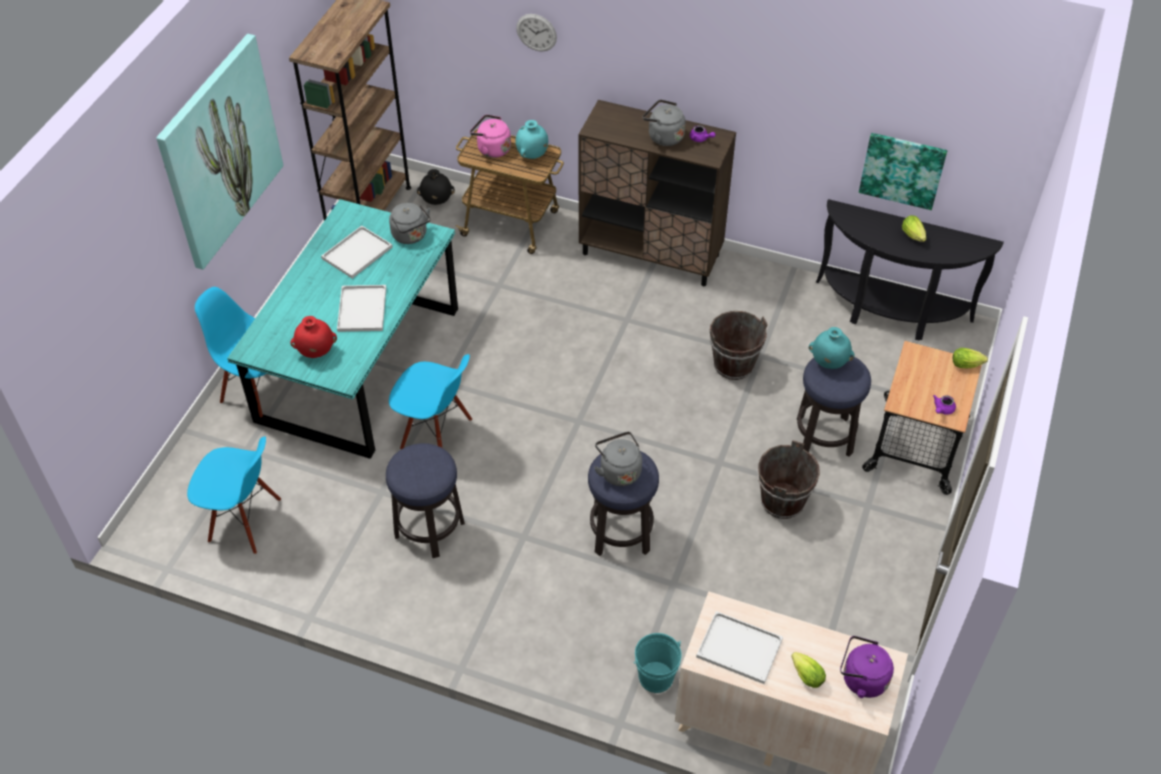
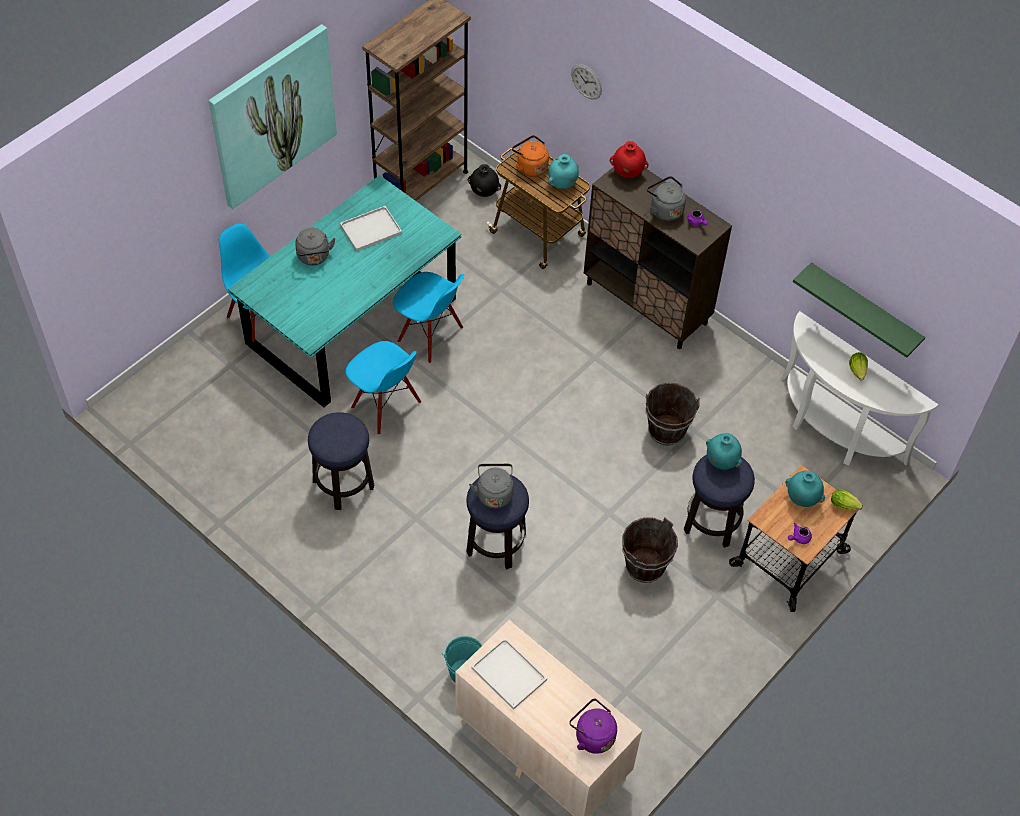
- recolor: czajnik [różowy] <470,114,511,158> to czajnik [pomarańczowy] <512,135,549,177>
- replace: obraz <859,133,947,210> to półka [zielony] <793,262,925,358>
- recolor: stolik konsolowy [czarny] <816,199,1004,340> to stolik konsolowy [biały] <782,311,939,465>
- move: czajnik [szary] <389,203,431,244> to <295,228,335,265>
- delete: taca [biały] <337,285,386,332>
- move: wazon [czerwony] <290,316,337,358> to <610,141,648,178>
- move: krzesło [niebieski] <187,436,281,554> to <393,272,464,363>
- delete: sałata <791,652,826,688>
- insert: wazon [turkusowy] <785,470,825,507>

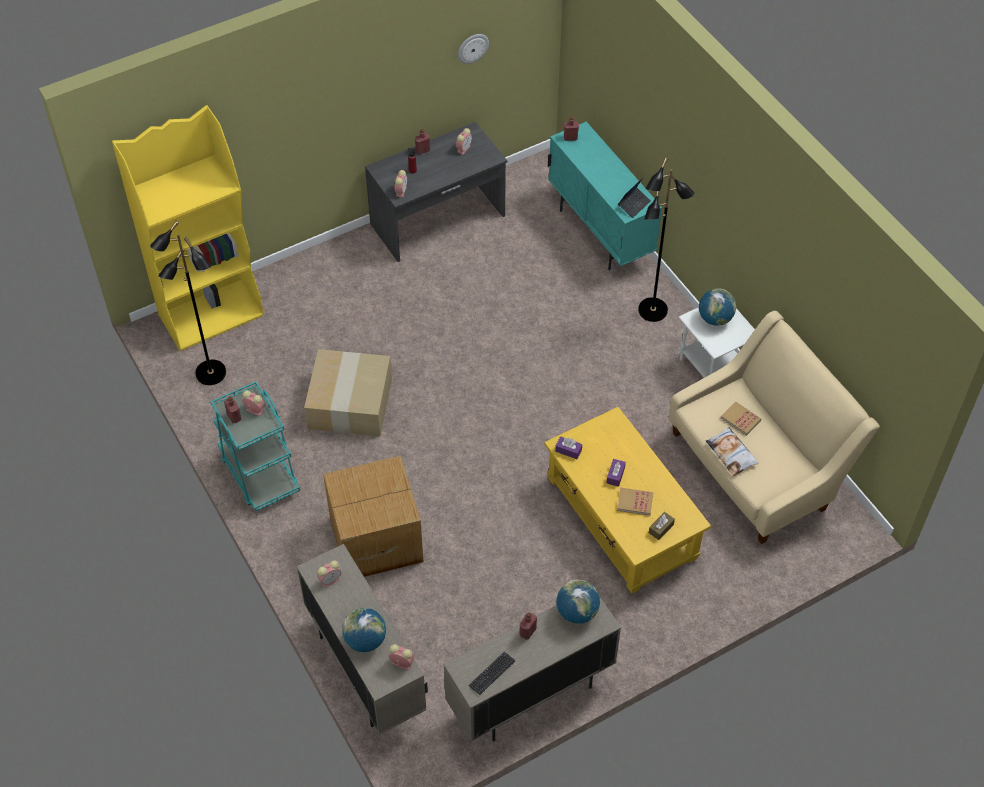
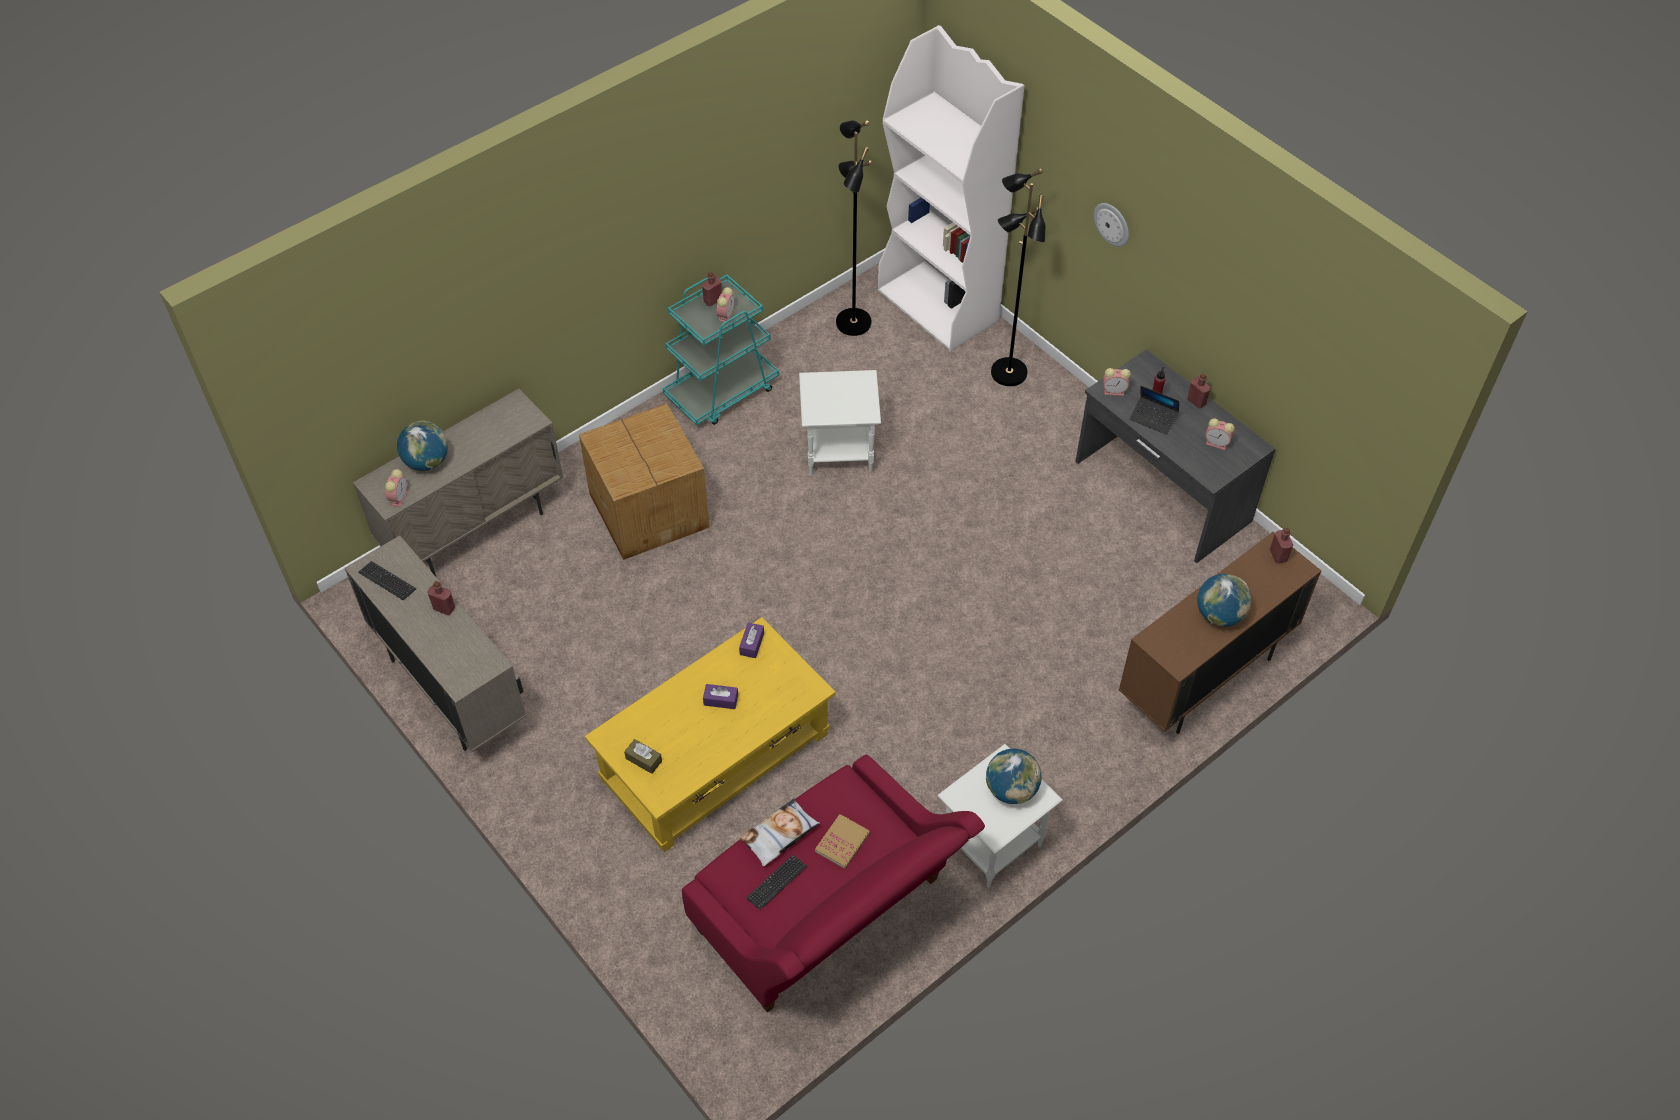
- move: zegar ścienny <458,34,489,64> to <1094,203,1129,247>
- recolor: regał [żółty] <112,105,264,351> to regał [biały] <878,25,1025,351>
- recolor: szafka [turkusowy] <548,122,662,270> to szafka [brązowy] <1119,532,1322,734>
- move: lampa stojąca [czarny] <638,157,695,322> to <991,169,1046,386>
- move: laptop <618,177,651,218> to <1130,386,1179,435>
- recolor: kanapa [beżowy] <669,311,880,544> to kanapa [czerwony] <682,755,985,1013>
- replace: karton <304,349,392,436> to stolik [biały] <799,370,881,475>
- delete: książka <617,488,654,516>
- delete: budzik <317,560,341,588>
- move: globus <557,579,600,624> to <1197,574,1252,627>
- insert: klawiatura <746,855,807,910>

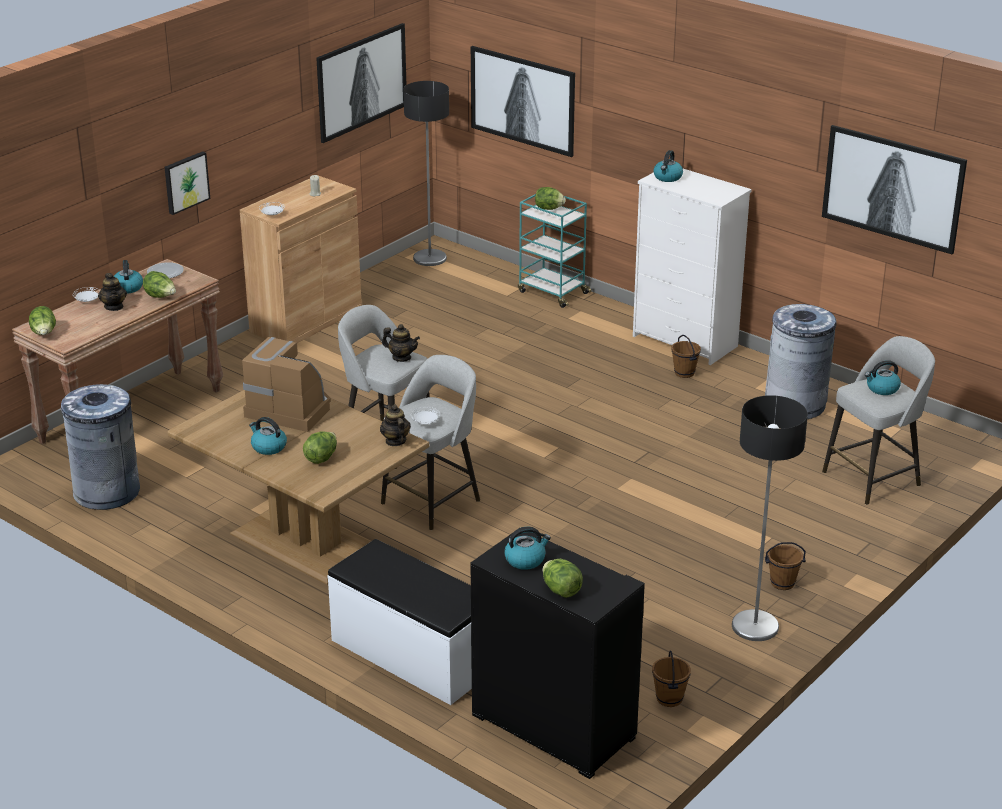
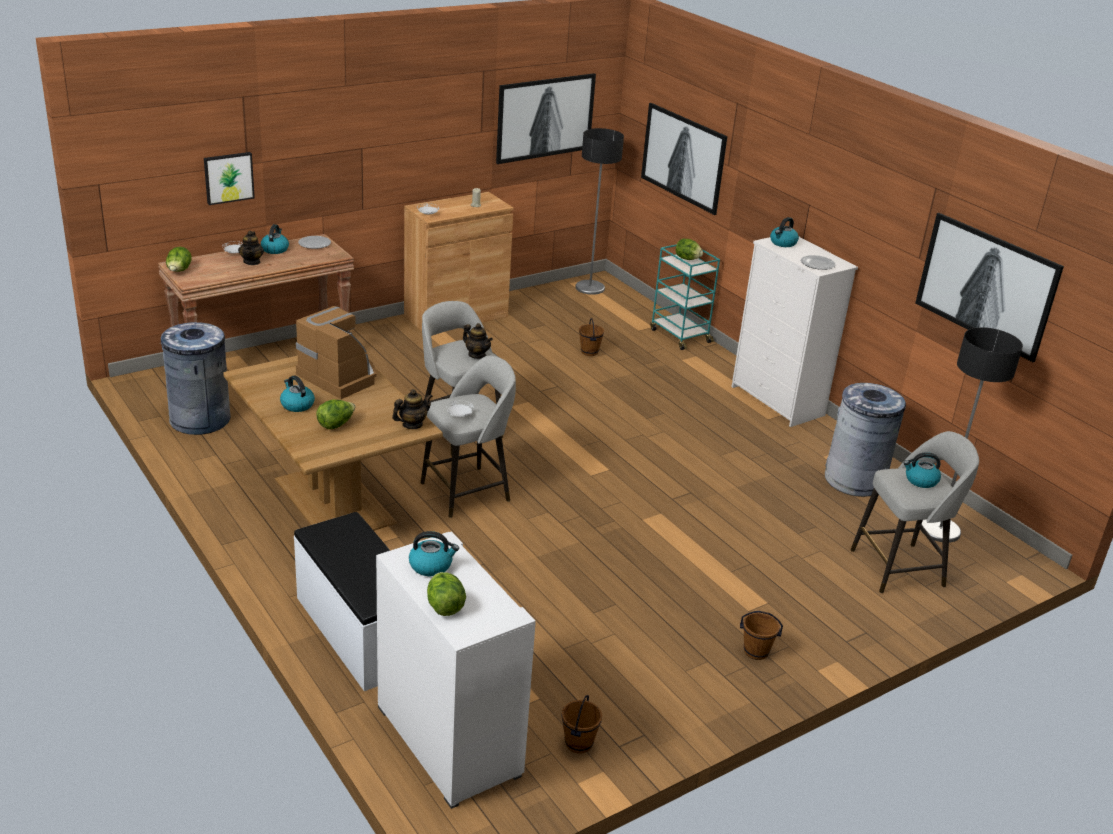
- move: obraz <164,151,210,215> to <204,152,255,205>
- delete: sałata <143,271,176,298>
- move: wiadro [brązowy] <671,335,701,378> to <579,318,604,356>
- move: lampa stojąca <732,395,808,641> to <920,327,1023,542>
- rotate: imbryk <380,404,411,446> = <392,389,433,429> 60 degrees clockwise
- recolor: szafka [czarny] <470,527,645,779> to szafka [biały] <376,531,536,809>
- insert: talerz <801,255,836,270>

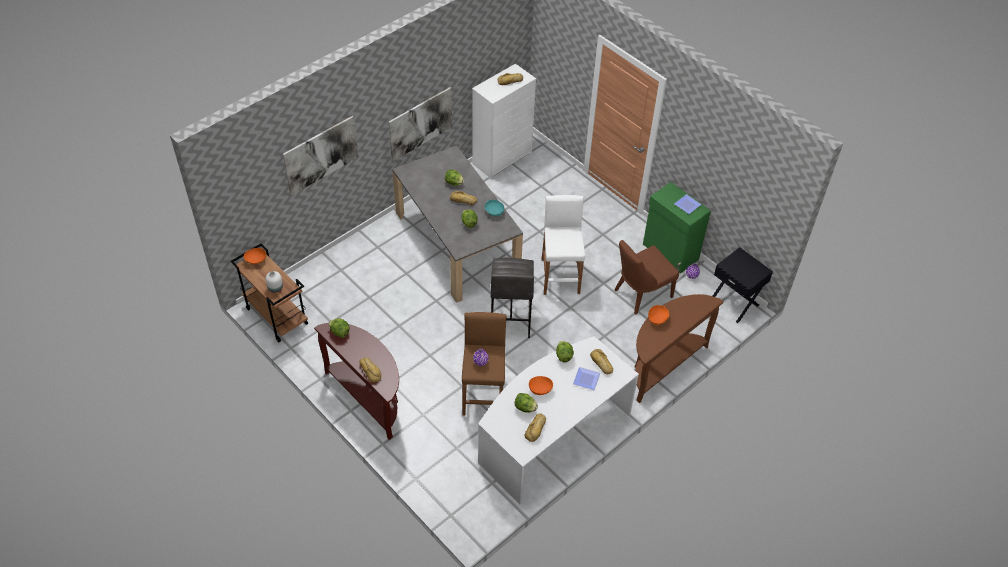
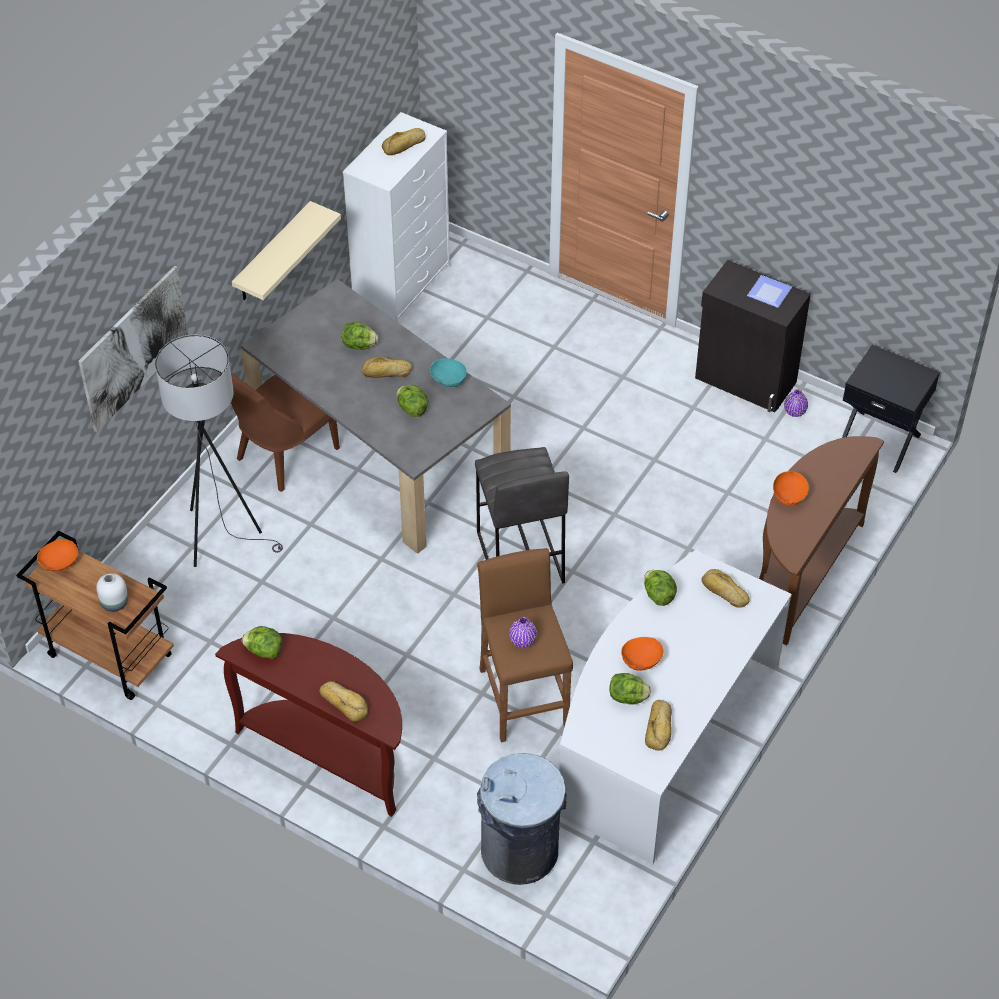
- replace: obraz <389,87,452,161> to półka [beżowy] <232,201,341,300>
- recolor: szafka [zielony] <643,182,711,273> to szafka [czarny] <695,260,811,413>
- delete: stołek [biały] <542,195,585,295>
- move: krzesło [brązowy] <614,240,679,315> to <219,373,340,492>
- delete: talerz <573,367,600,390>
- insert: lampa stojąca [szary] <155,335,283,567>
- insert: kosz na śmieci [szary] <477,753,567,885>

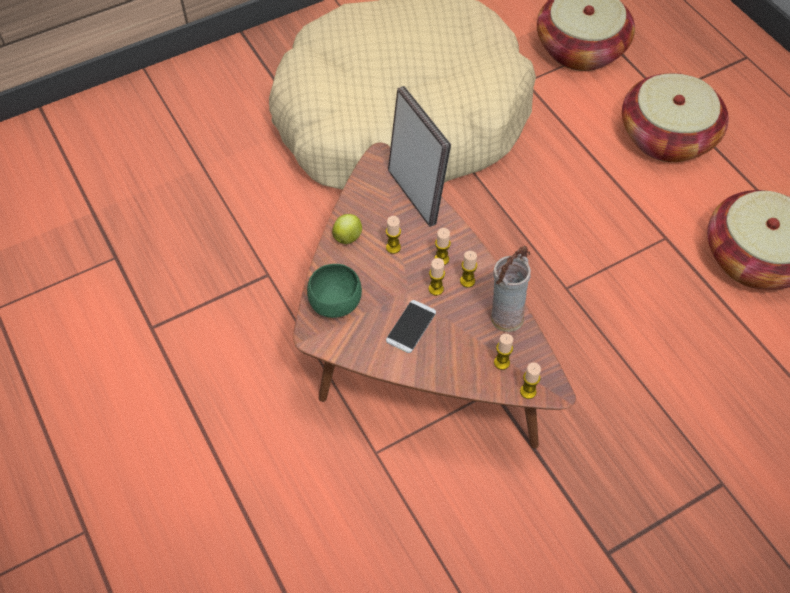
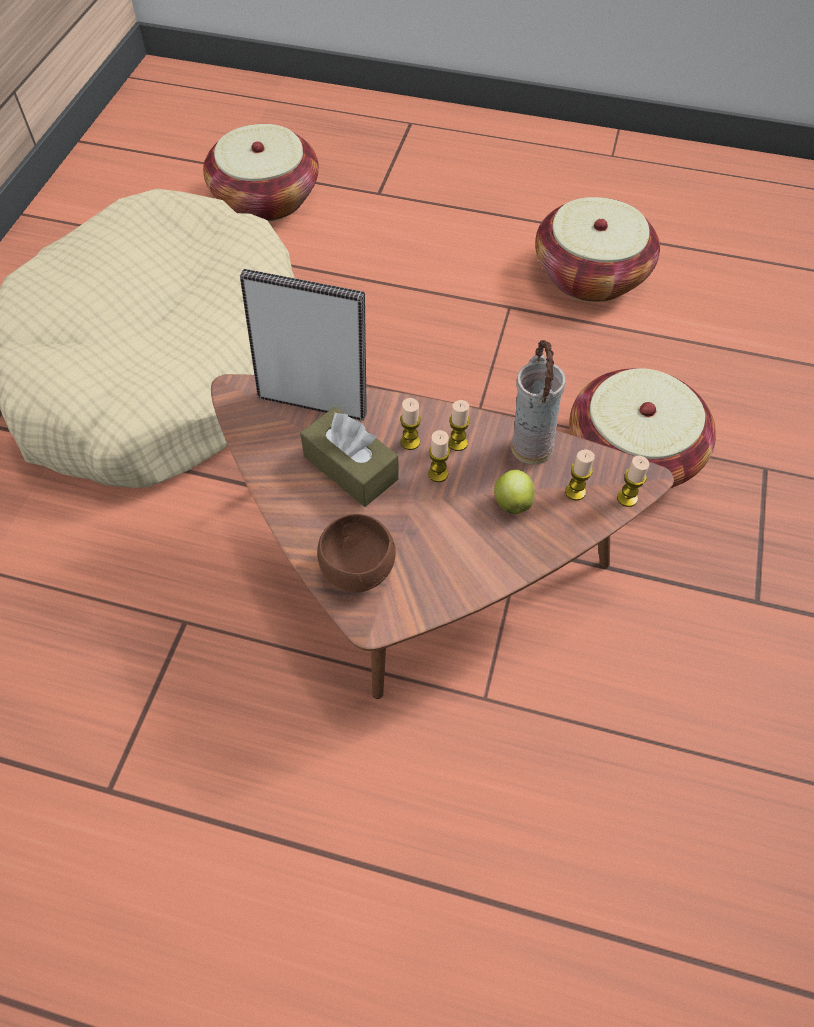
- move: koszyk <622,73,729,162> to <569,368,716,488>
- move: jabłko <332,214,362,244> to <494,470,535,514>
- replace: świeca <386,216,401,254> to pudełko chusteczek [brązowy] <300,406,399,507>
- recolor: miska [zielony] <307,264,362,318> to miska [brązowy] <317,514,396,593>
- delete: telefon <386,300,436,353>

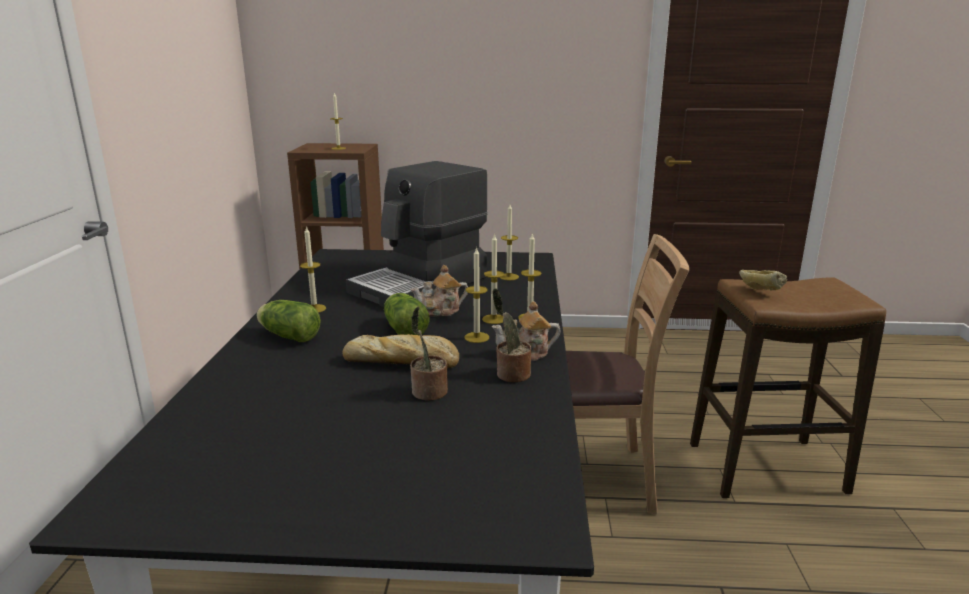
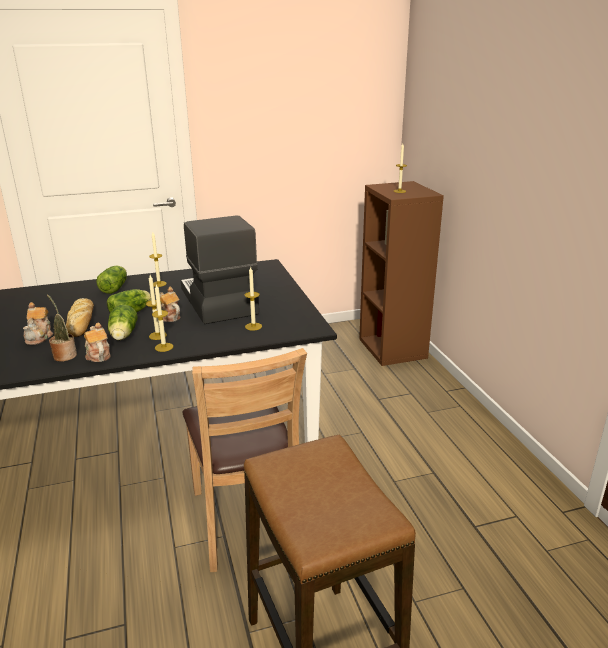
- rotate: ekspres do kawy <346,161,488,307> = <181,215,259,324> 45 degrees clockwise
- replace: świeca <464,247,489,343> to sałata <108,305,138,340>
- delete: chleb <739,270,787,290>
- replace: roślina doniczkowa <410,306,448,401> to imbryk <23,302,53,345>

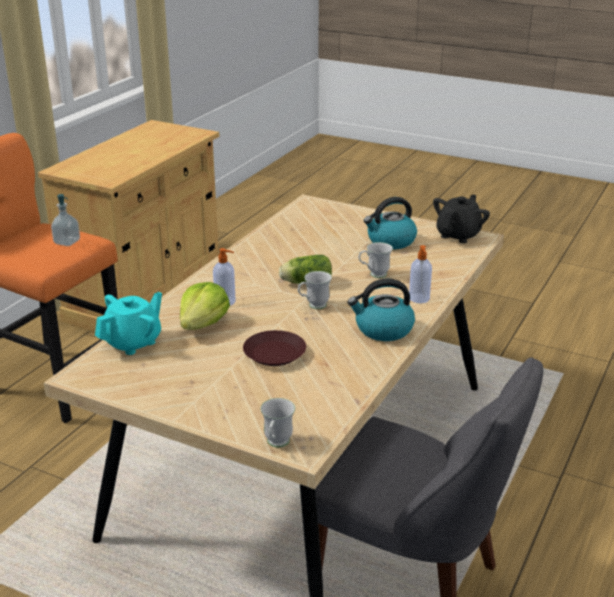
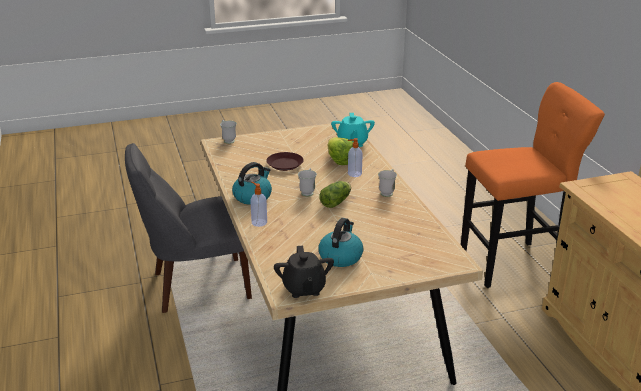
- delete: dozownik mydła <51,194,80,246>
- move: kubek [biały] <358,242,393,278> to <378,169,397,197>

